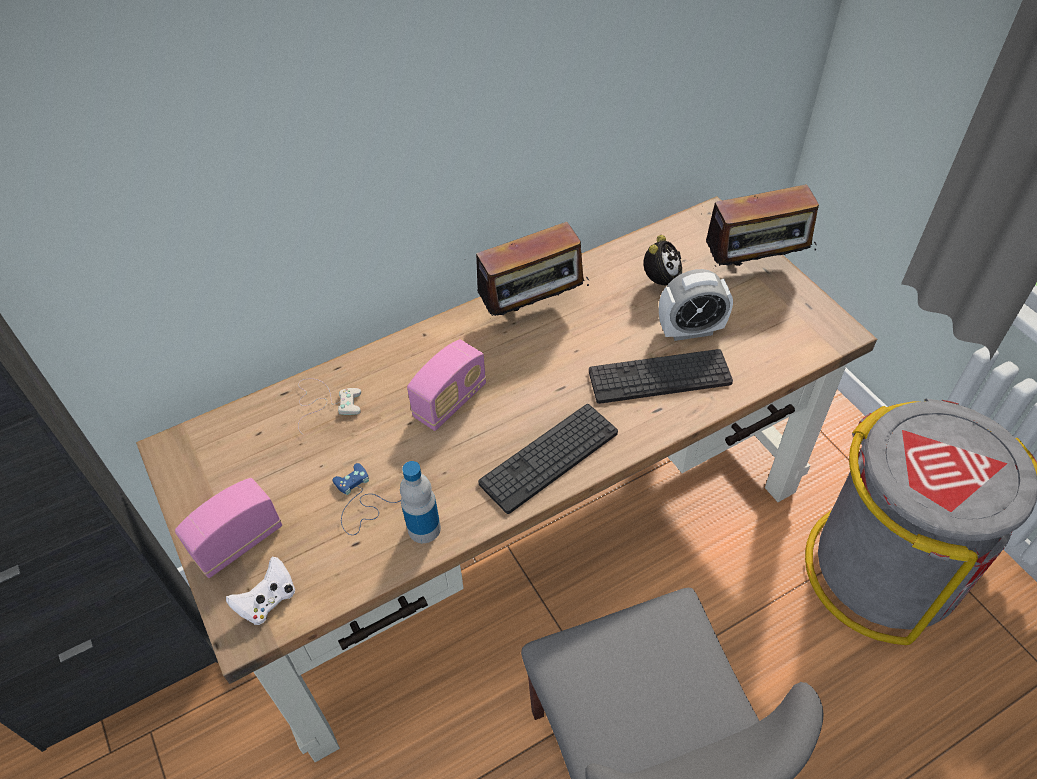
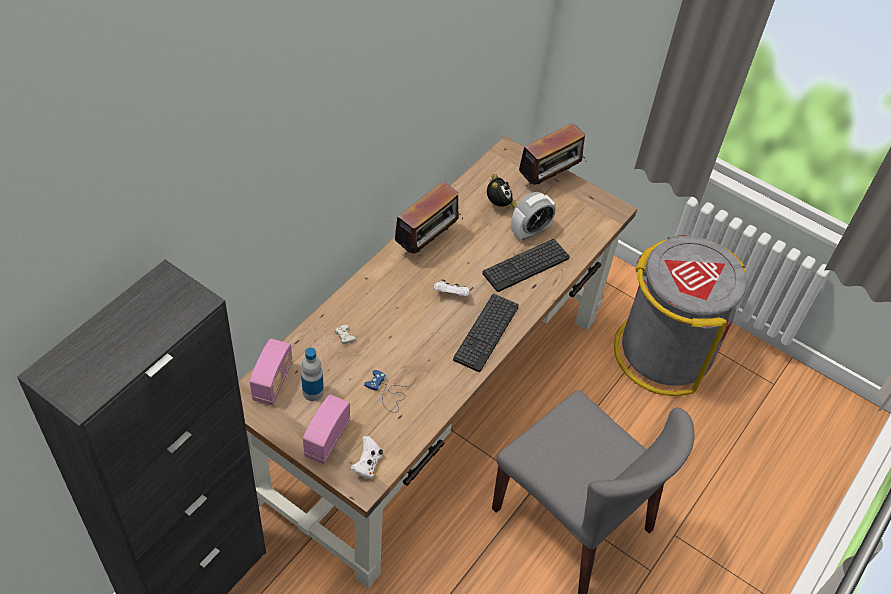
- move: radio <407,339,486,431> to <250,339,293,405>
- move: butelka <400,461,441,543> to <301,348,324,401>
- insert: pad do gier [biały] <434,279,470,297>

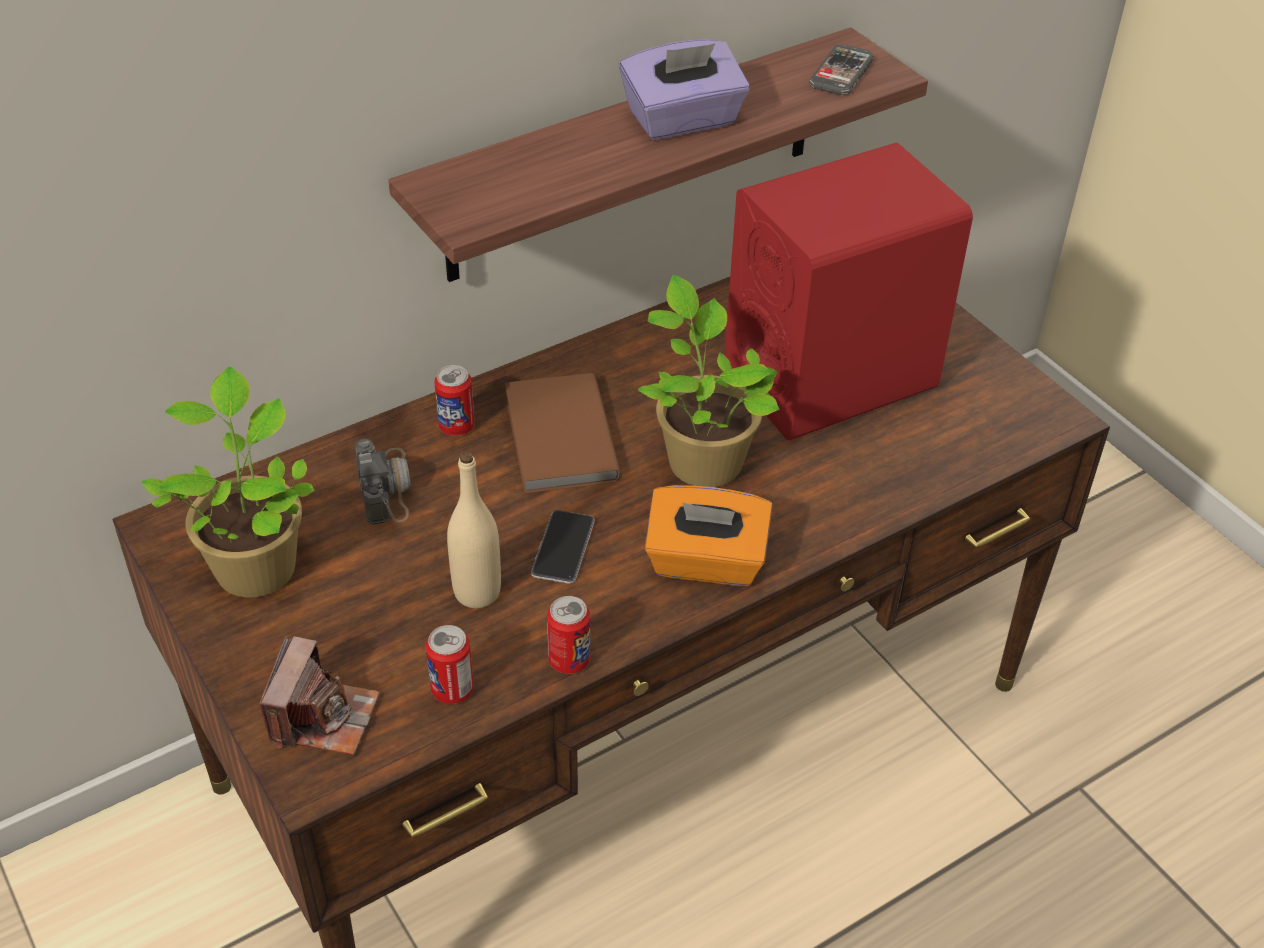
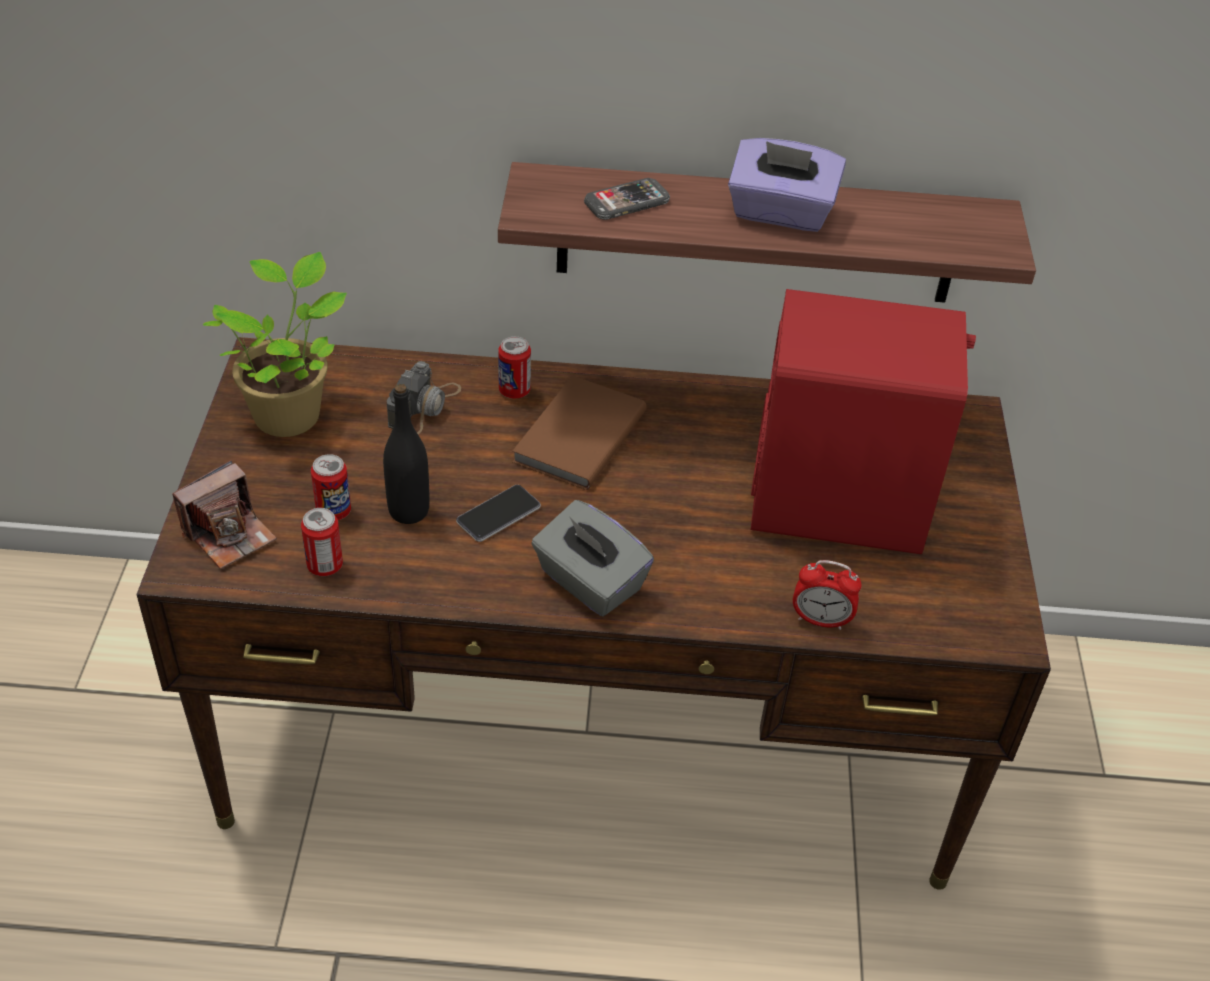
- move: telefon <809,44,874,95> to <584,178,670,220>
- delete: roślina doniczkowa <638,275,780,487>
- recolor: butelka [beżowy] <447,452,501,608> to butelka [czarny] <383,384,430,524>
- recolor: pudełko chusteczek [pomarańczowy] <645,485,772,586> to pudełko chusteczek [szary] <531,500,654,616>
- move: puszka <547,596,590,674> to <311,454,351,520>
- insert: budzik <793,560,862,630>

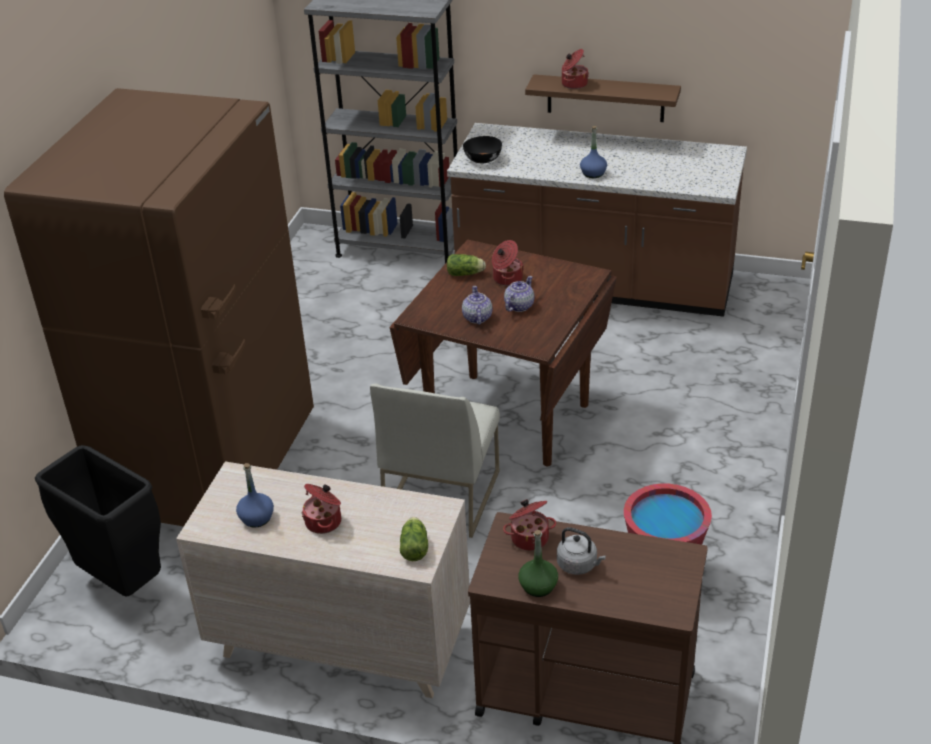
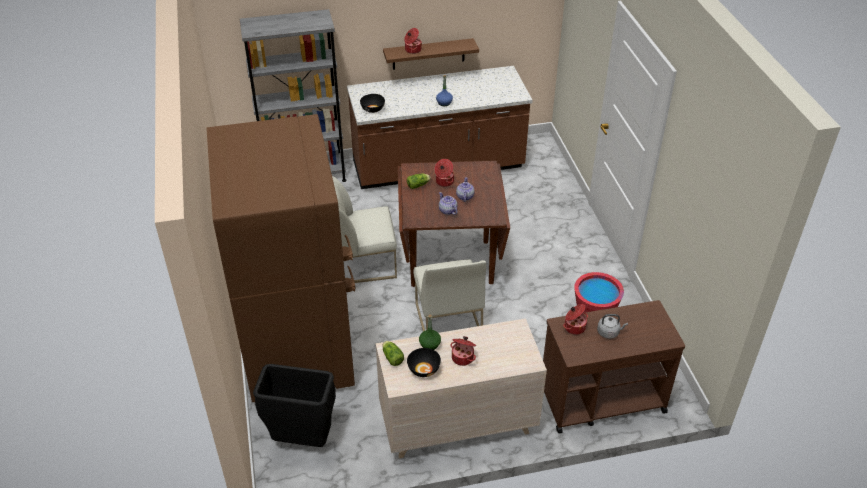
- replace: butelka [niebieski] <236,463,274,528> to miska [czarny] <407,348,441,377>
- move: sałata <400,517,428,561> to <382,341,404,366>
- move: butelka [zielony] <518,530,558,597> to <419,314,441,350>
- insert: krzesło [biały] <332,176,397,283>

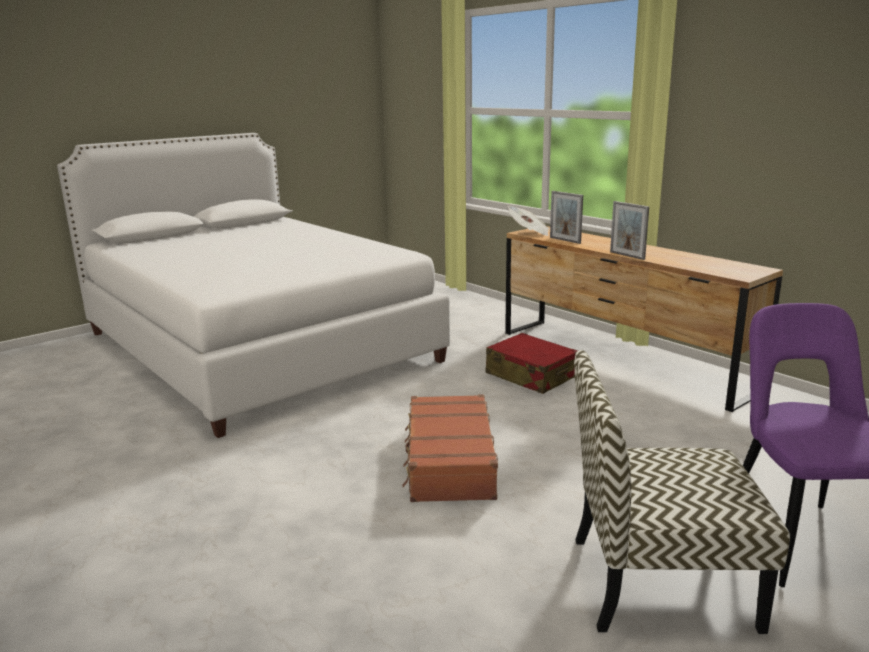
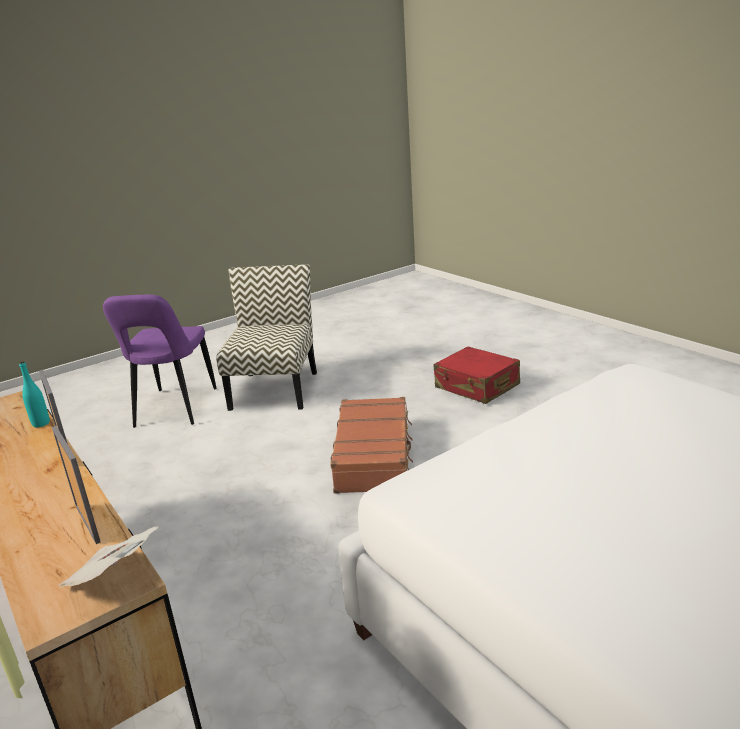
- move: walizka [czerwony] <486,333,578,394> to <434,346,520,404>
- rotate: krzesło <574,350,790,634> = <216,265,317,411> 90 degrees counterclockwise
- insert: butelka [turkusowy] <19,361,50,427>

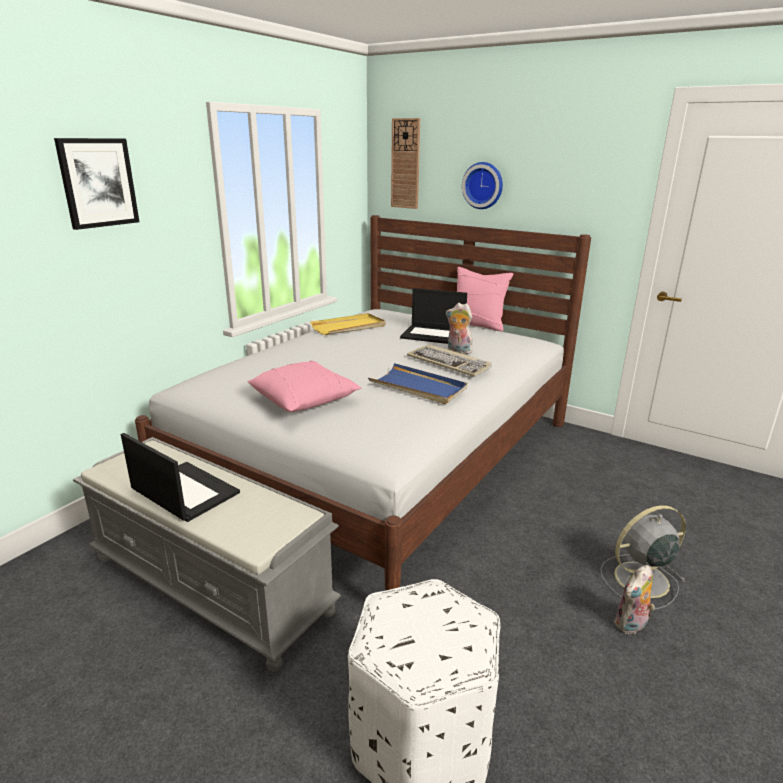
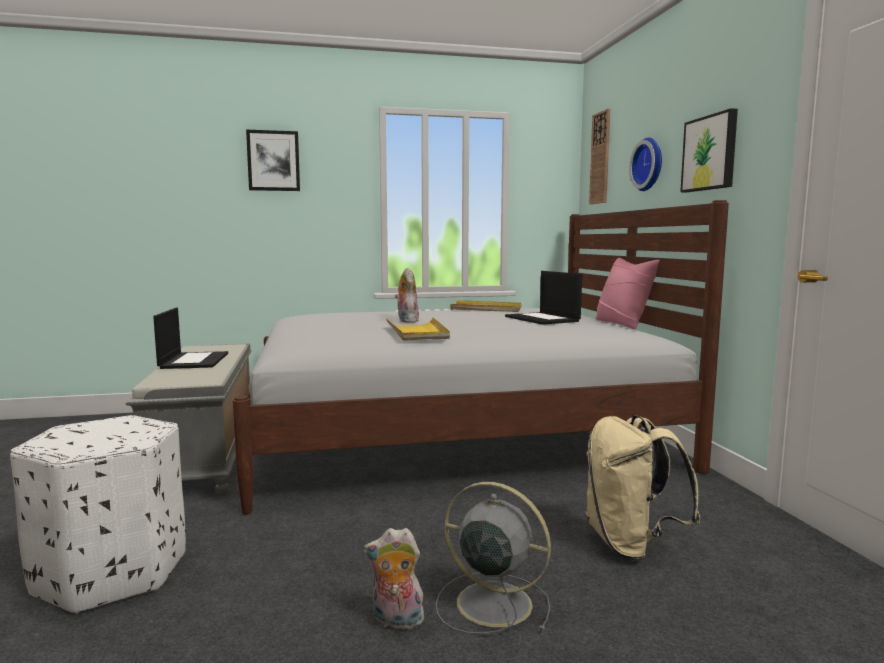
- move: pluszak <446,303,473,354> to <395,268,419,322>
- delete: klawiatura <407,344,492,377>
- delete: poduszka [różowy] <248,361,361,412>
- recolor: taca [niebieski] <368,363,467,404> to taca [żółty] <386,317,450,341>
- insert: obraz <680,108,738,192>
- insert: plecak [beżowy] <586,415,701,561>

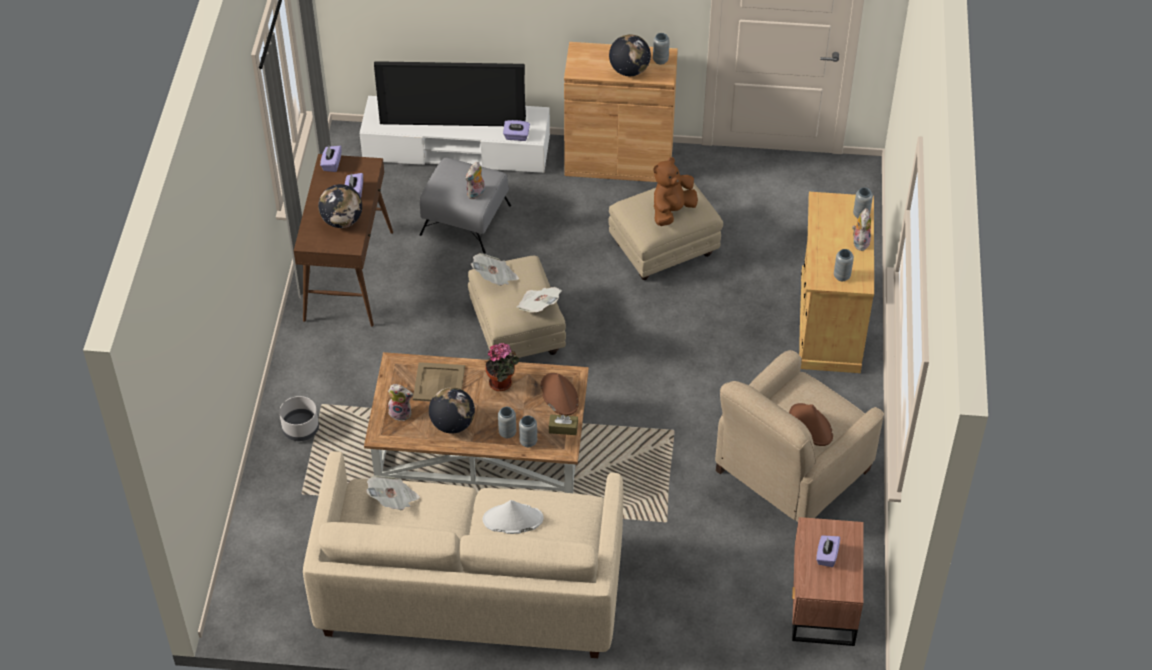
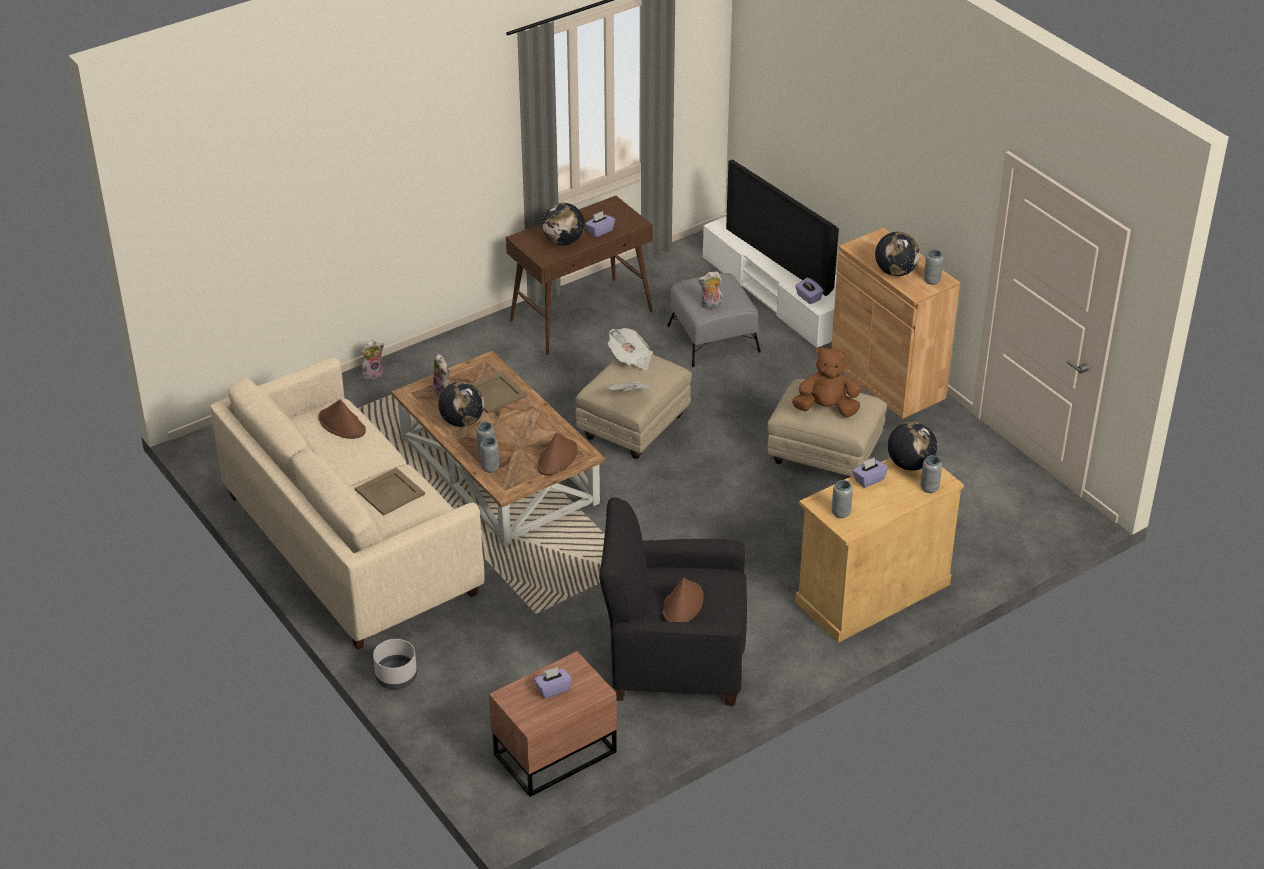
- move: pudełko chusteczek [fioletowy] <320,146,341,172> to <852,457,888,488>
- move: pluszak <852,208,871,251> to <362,340,384,379>
- delete: roślina doniczkowa <486,343,519,391>
- recolor: fotel [beżowy] <715,350,884,522> to fotel [czarny] <599,497,747,706>
- move: donica [szary] <279,396,319,441> to <373,639,417,689>
- delete: pudełko chusteczek [brązowy] <549,414,578,435>
- replace: gazeta <366,475,420,511> to kapelusz [brązowy] <318,399,366,439>
- replace: kapelusz [biały] <483,500,544,534> to taca [beżowy] <355,467,425,516>
- insert: globus <888,421,937,471>

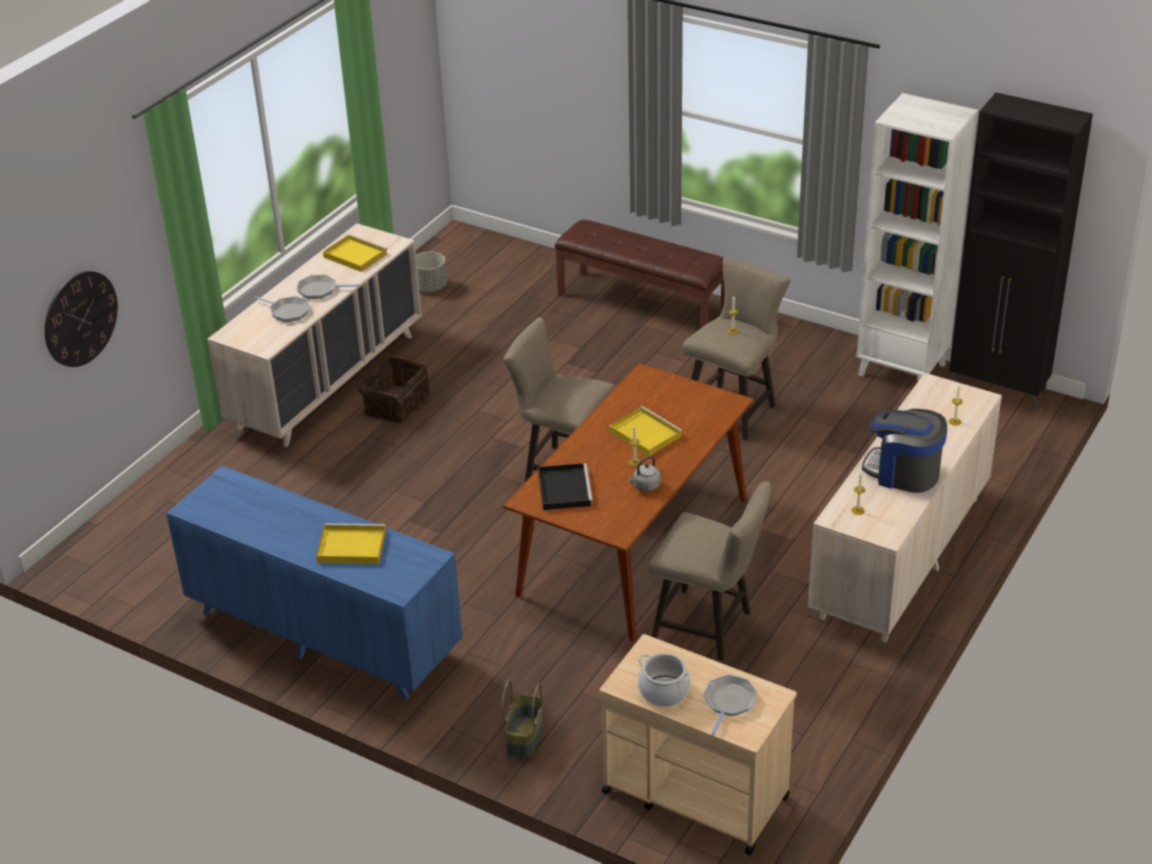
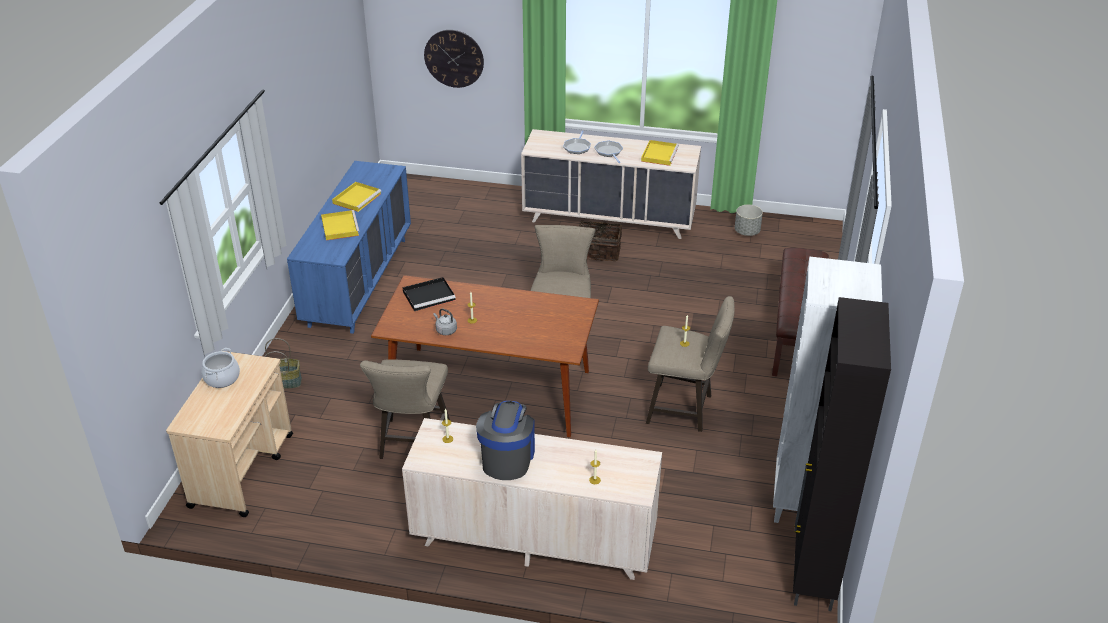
- move: taca [żółty] <609,406,683,456> to <332,182,381,212>
- delete: patelnia <703,675,758,737>

